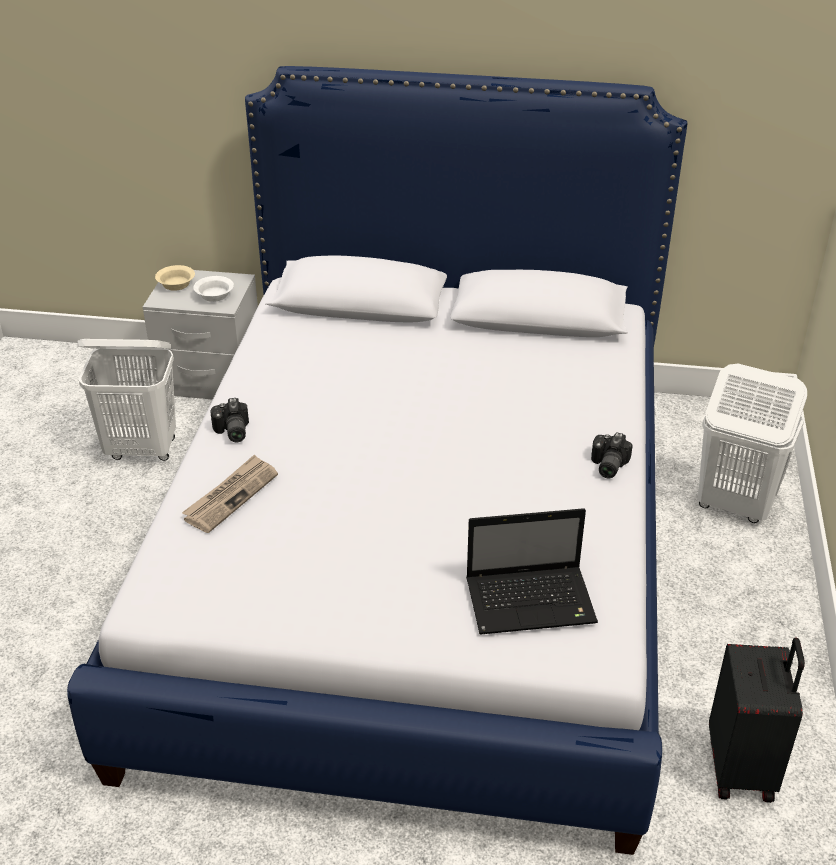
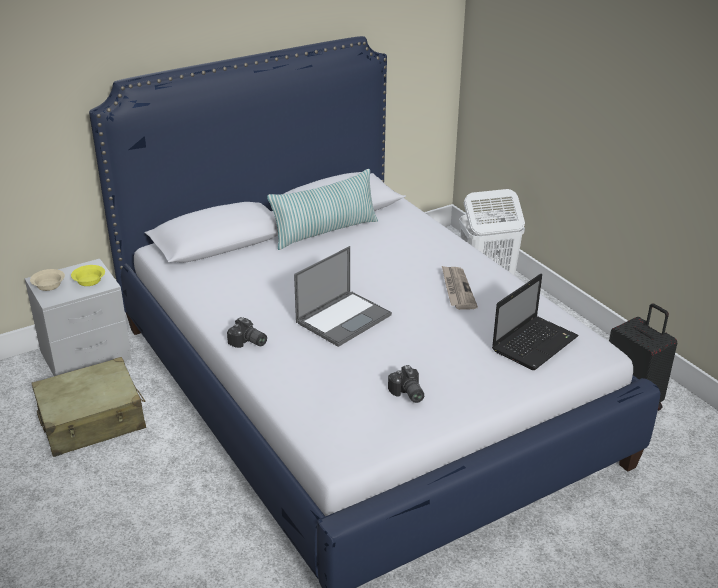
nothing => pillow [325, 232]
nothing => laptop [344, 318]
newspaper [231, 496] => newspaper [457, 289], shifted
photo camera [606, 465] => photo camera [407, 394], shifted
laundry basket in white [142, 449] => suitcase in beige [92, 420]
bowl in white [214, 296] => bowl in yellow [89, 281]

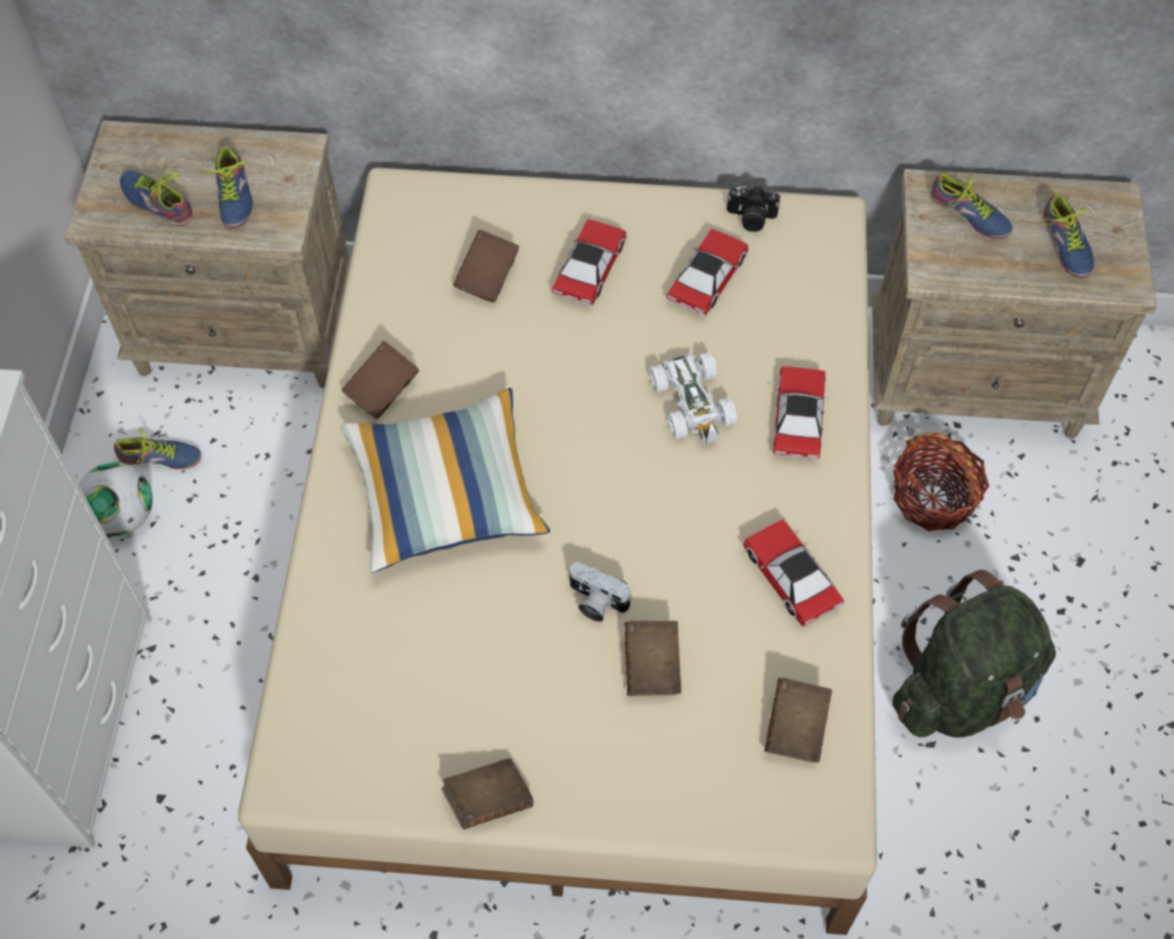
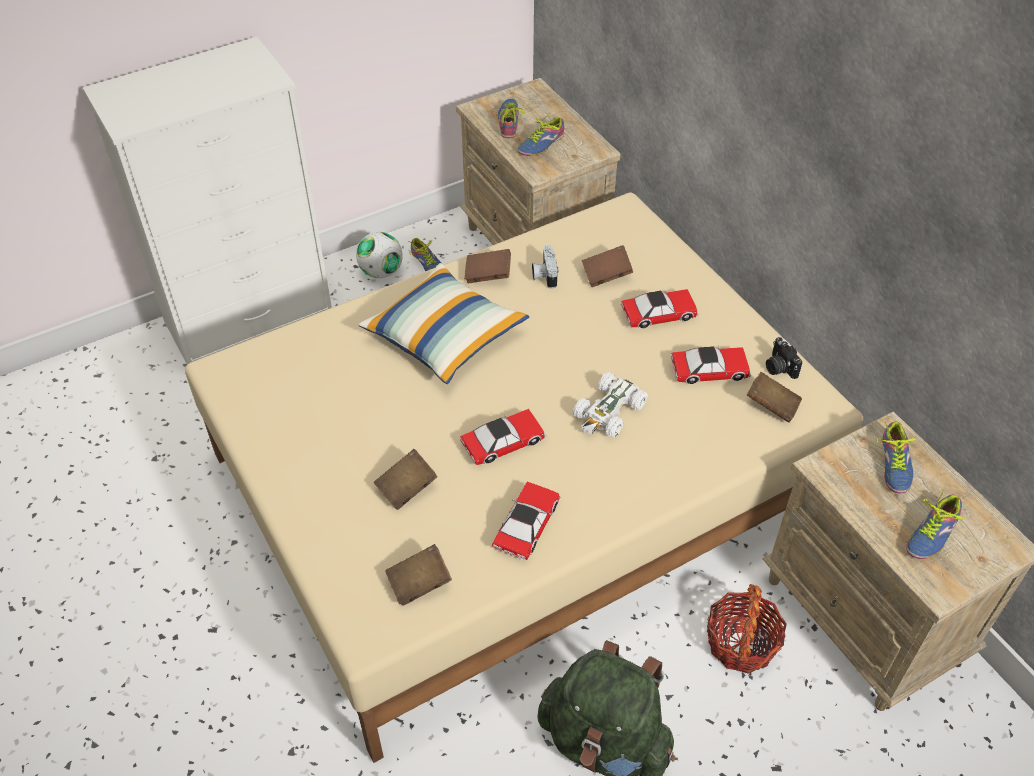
book in brown [488, 801] => book in brown [771, 406], shifted
photo camera [595, 602] => photo camera [544, 275], shifted
toy car [798, 418] => toy car [503, 442], shifted

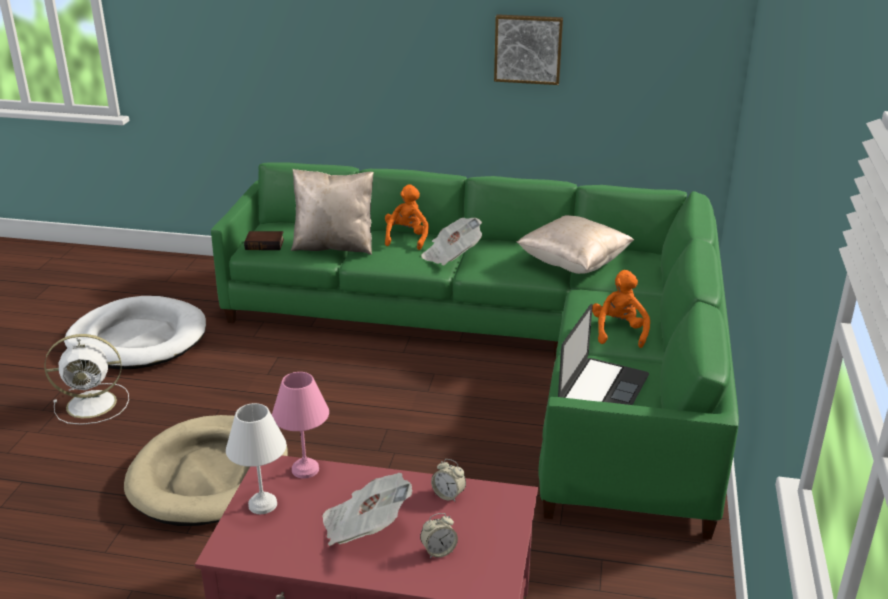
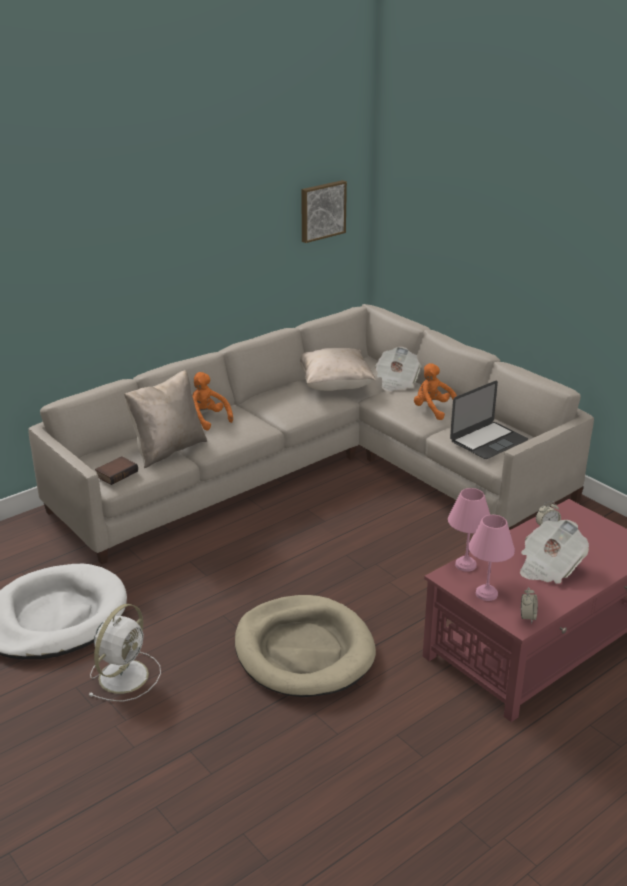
alarm clock [438, 551] => alarm clock [527, 617], shifted
newspaper [451, 255] => newspaper [396, 381], shifted
picture [528, 49] => picture [322, 210], shifted
sofa in green [510, 349] => sofa in beige [320, 470]
table lamp in white [261, 505] => table lamp in pink [486, 594]
laptop [603, 388] => laptop [488, 440], 75 degrees clockwise

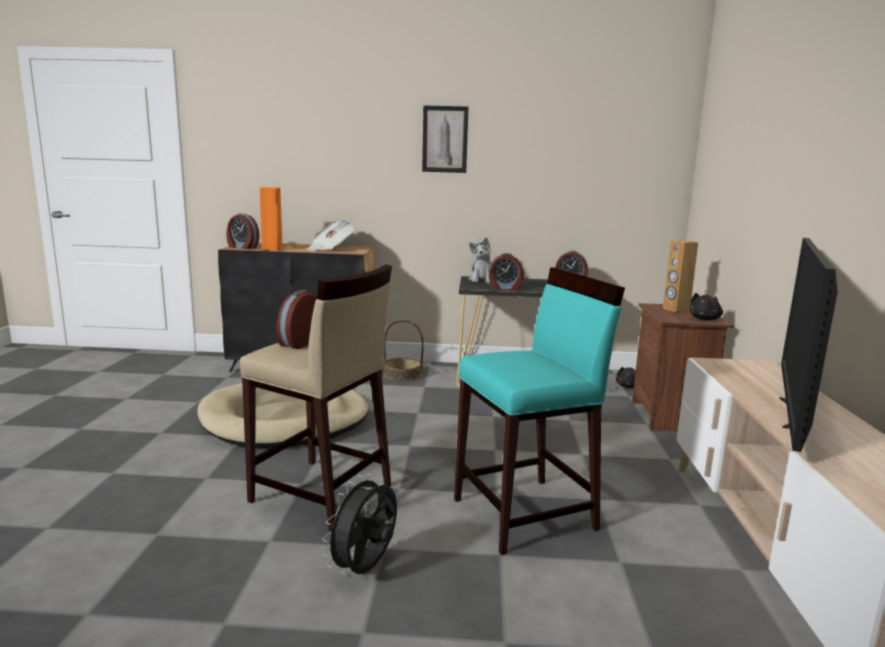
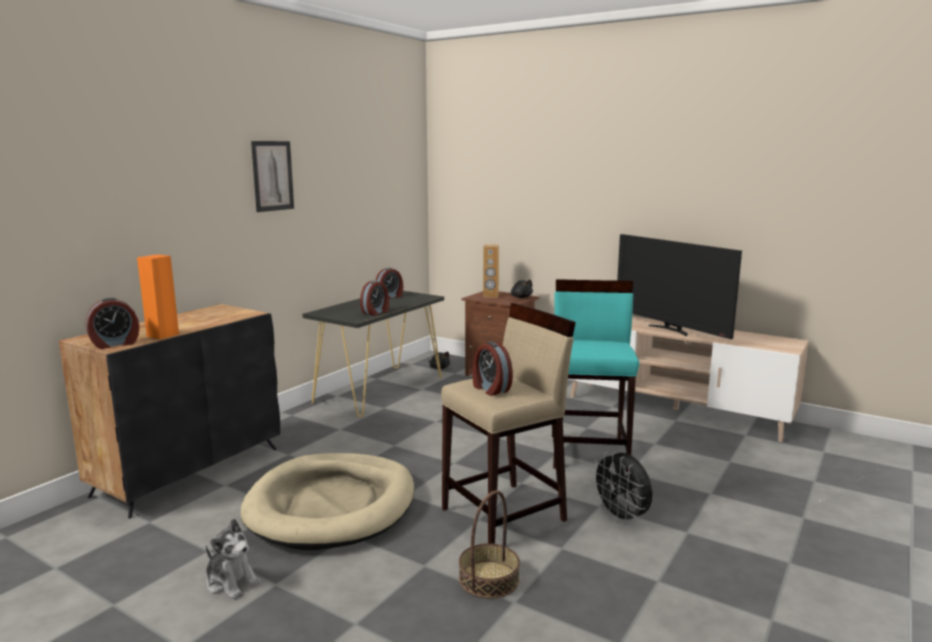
newspaper [330, 249] => nothing
basket [403, 375] => basket [488, 579], shifted
plush toy [482, 280] => plush toy [231, 582], shifted

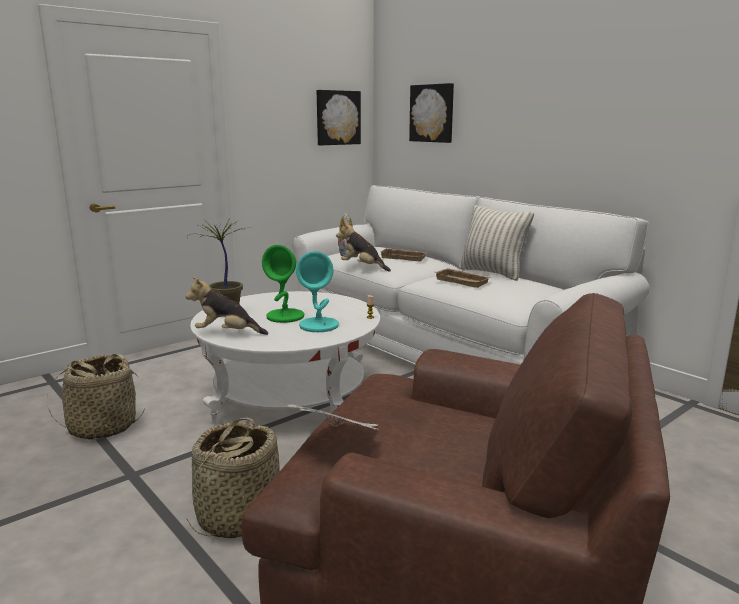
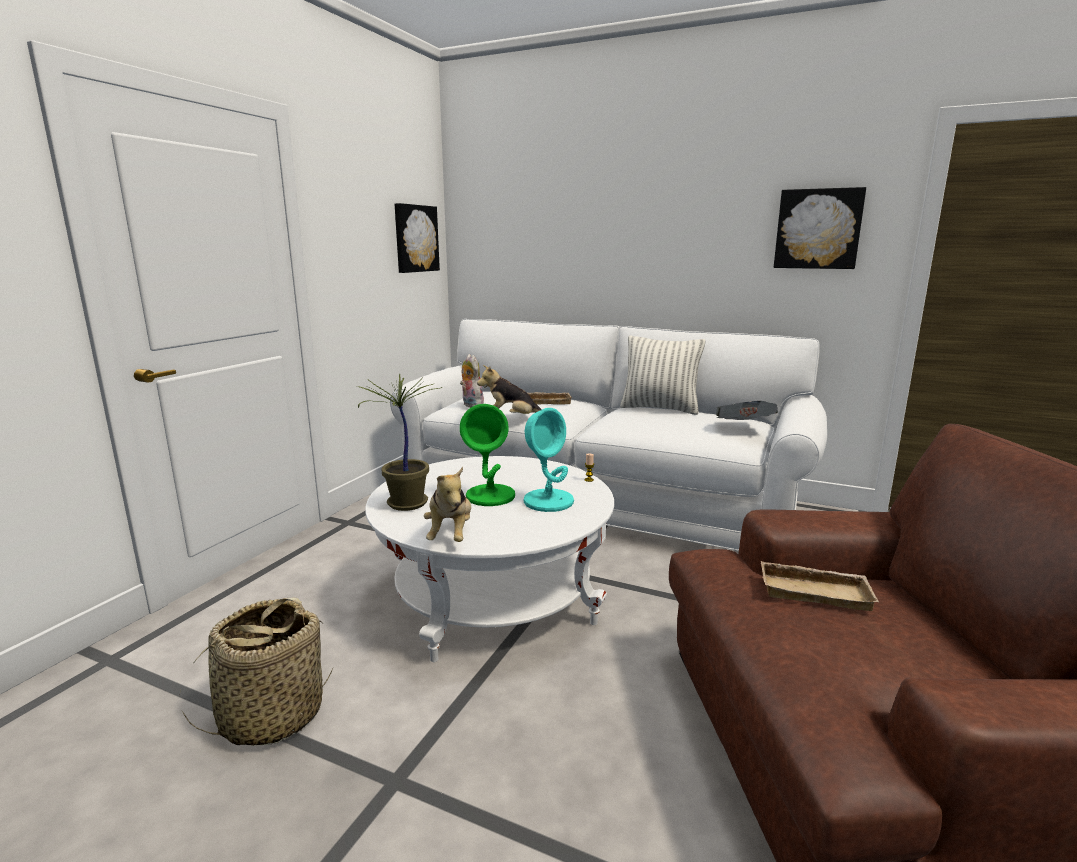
basket [237, 517] => nothing
newspaper [338, 440] => newspaper [744, 427], shifted
picture [432, 113] => picture [818, 229], shifted
tray in beige [463, 281] => tray in beige [815, 591], shifted
plush toy [227, 333] => plush toy [450, 535], 75 degrees counterclockwise

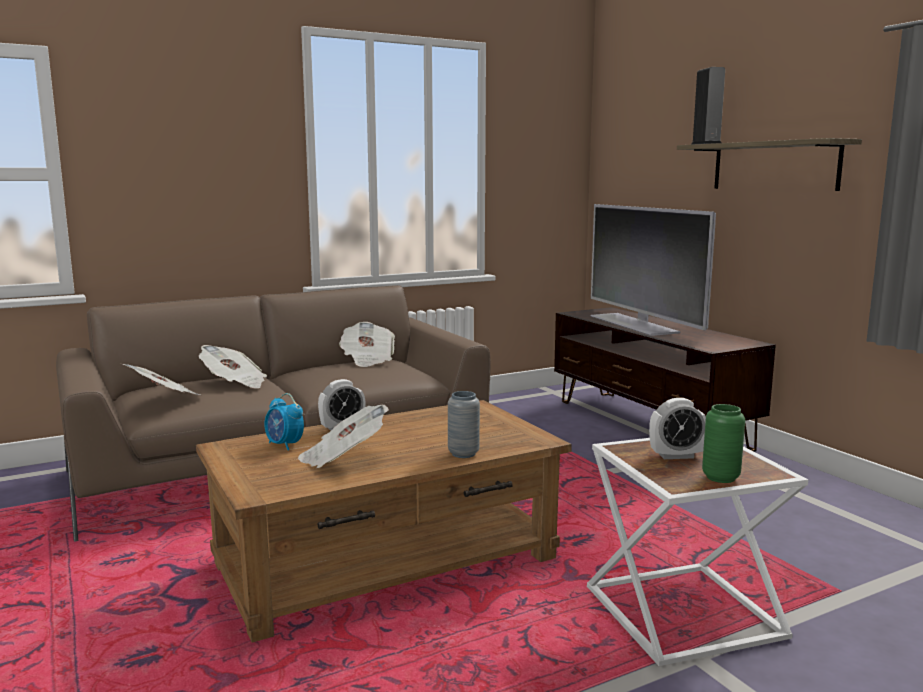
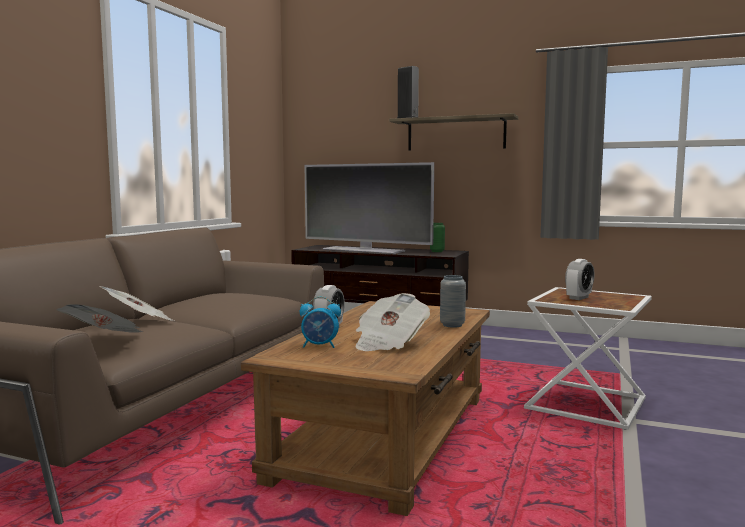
newspaper [367, 360] => nothing
vase in green [720, 477] => vase in green [437, 251], shifted

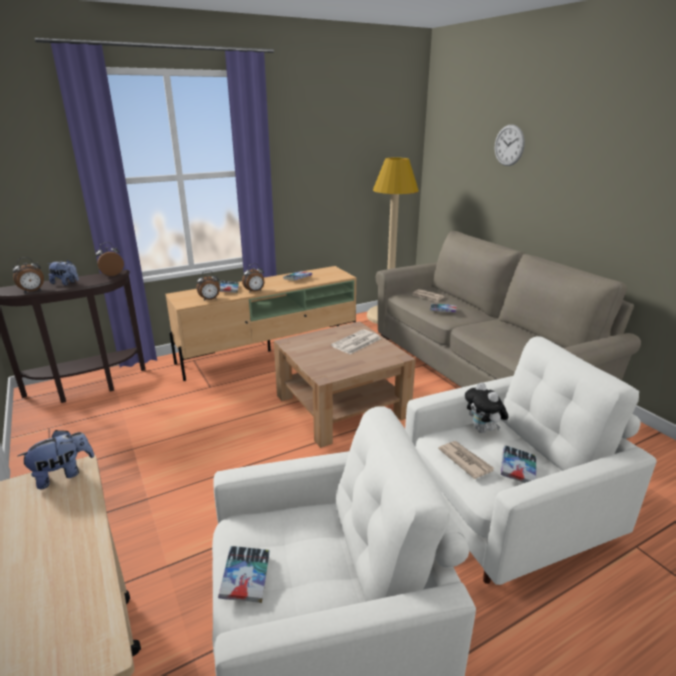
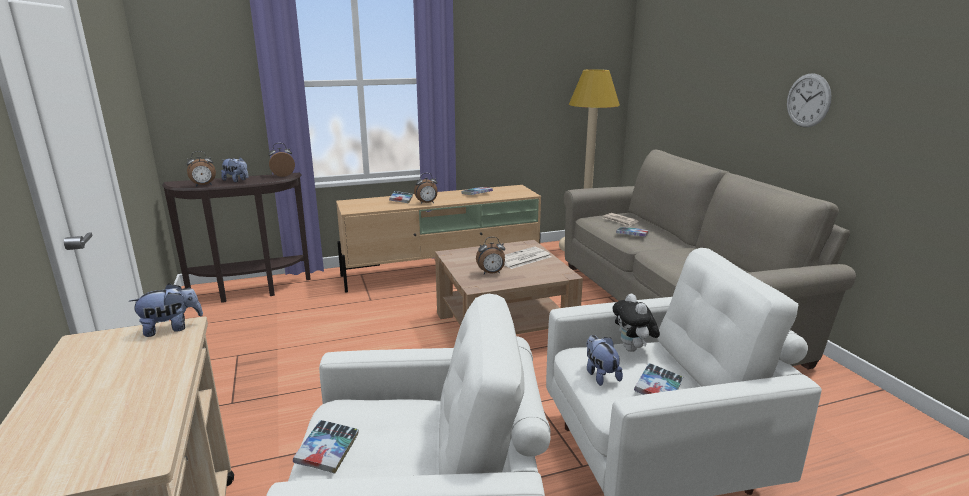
alarm clock [210, 300] => alarm clock [491, 273], shifted
wall clock [509, 145] => wall clock [808, 100], shifted
newspaper [465, 460] => plush toy [600, 375]

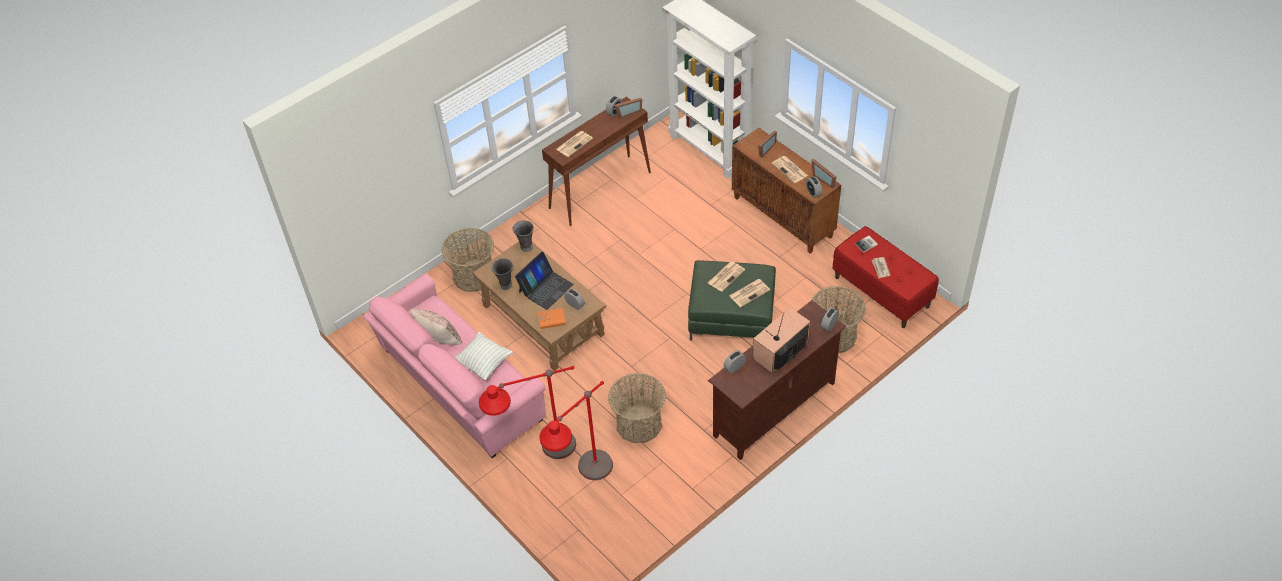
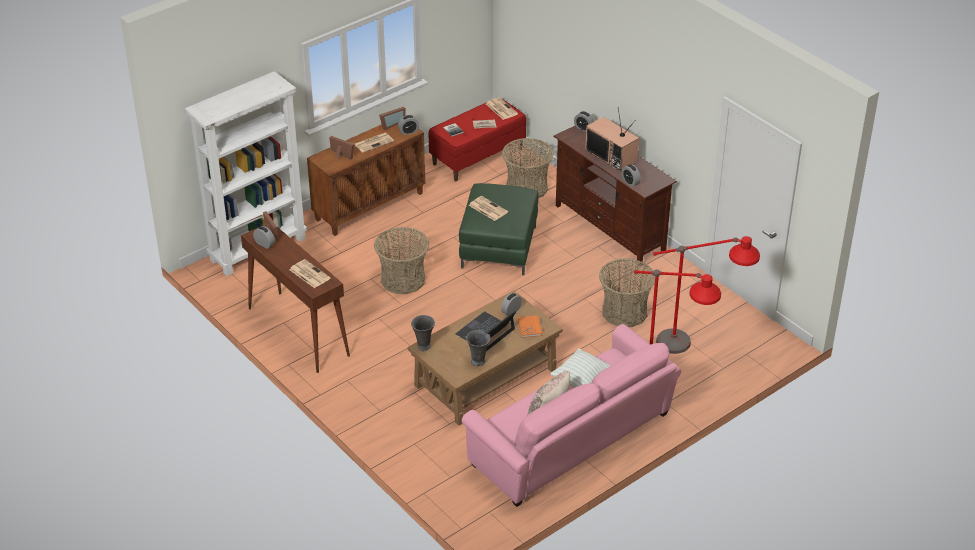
basket [473, 275] => basket [403, 279], shifted
newspaper [749, 292] => newspaper [501, 109], shifted
laptop [545, 288] => laptop [486, 332], 90 degrees counterclockwise

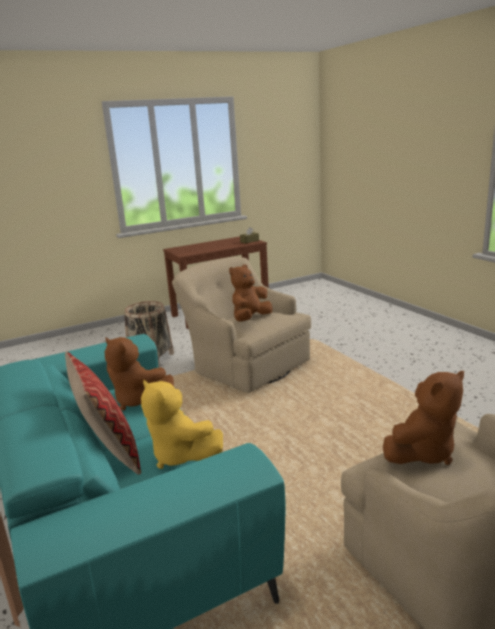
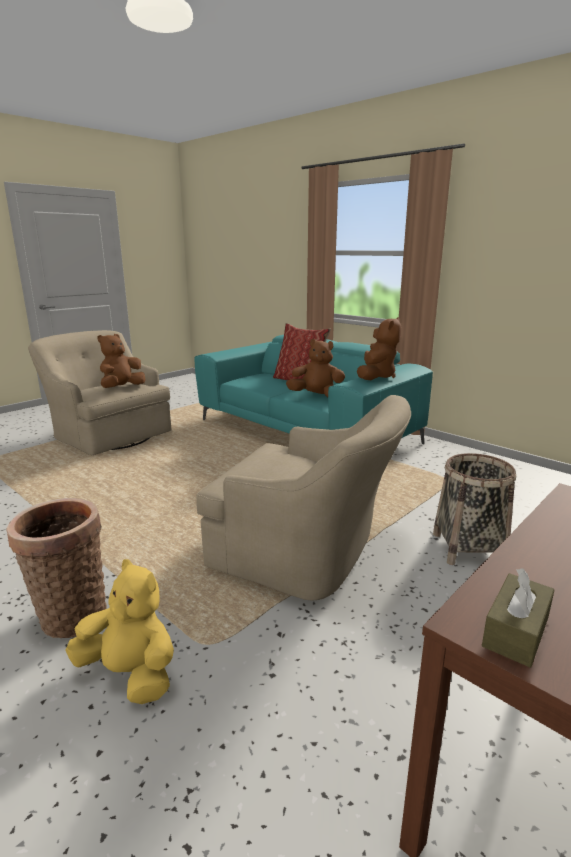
nothing => basket [70, 614]
plush toy in yellow [180, 455] => plush toy in yellow [130, 673], shifted
plush toy in brown [250, 318] => plush toy in brown [376, 376], shifted

